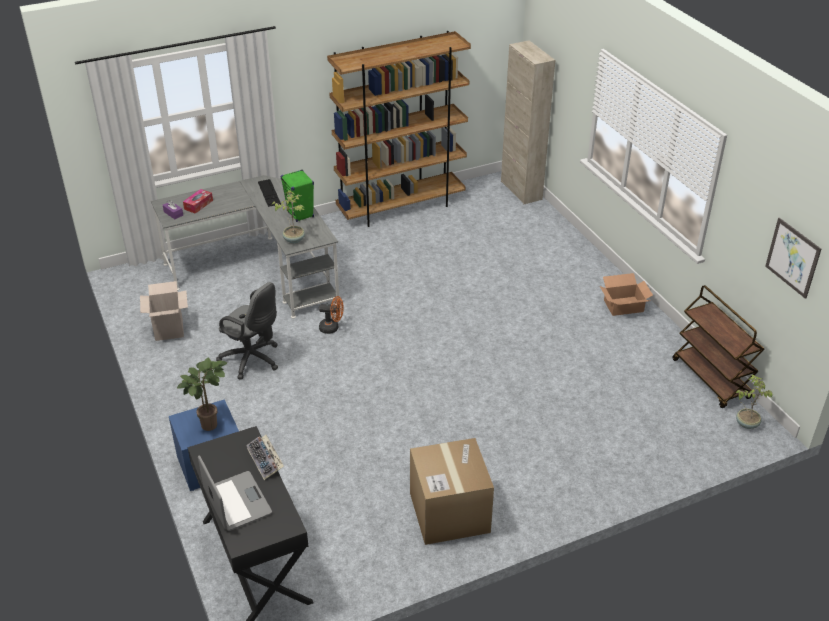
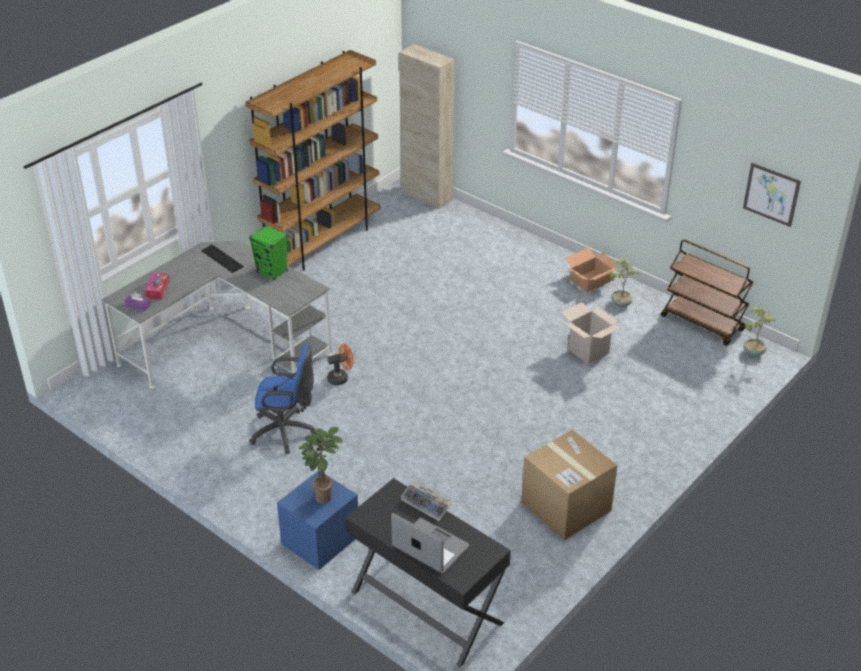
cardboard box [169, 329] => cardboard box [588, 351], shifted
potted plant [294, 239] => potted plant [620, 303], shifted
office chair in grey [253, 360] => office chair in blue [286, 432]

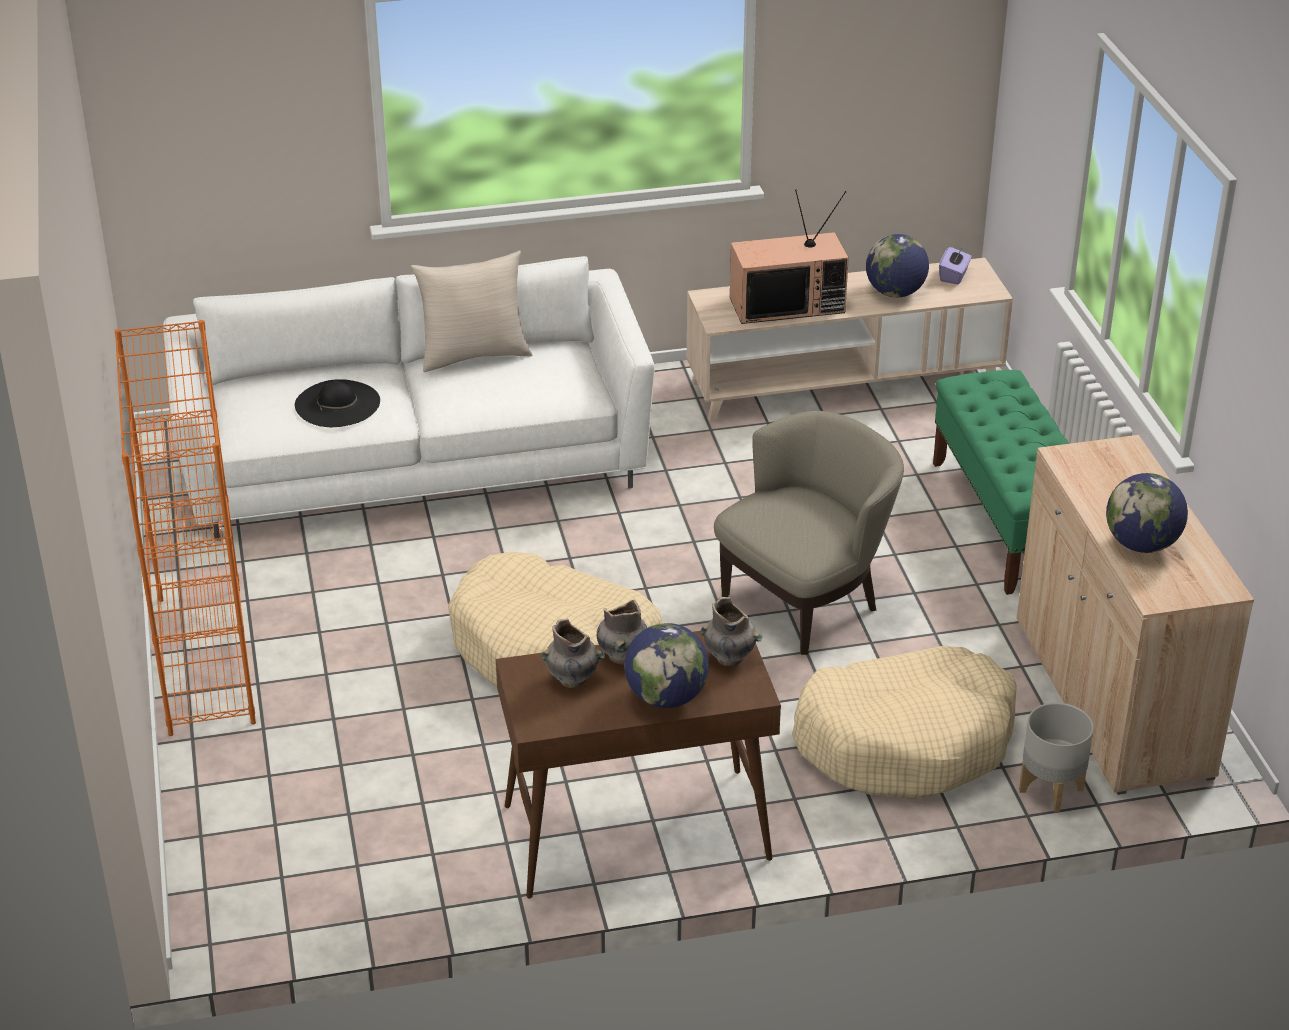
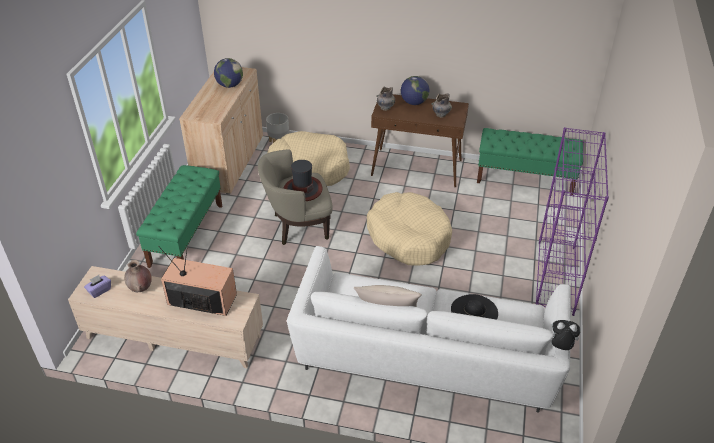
vase in grey [622, 655] => nothing
nothing => hat [302, 189]
nothing => bench in green [525, 179]
nothing => plush toy [560, 347]
globe [895, 293] => vase in brown [141, 289]
bookcase in orange [204, 658] => bookcase in purple [555, 278]

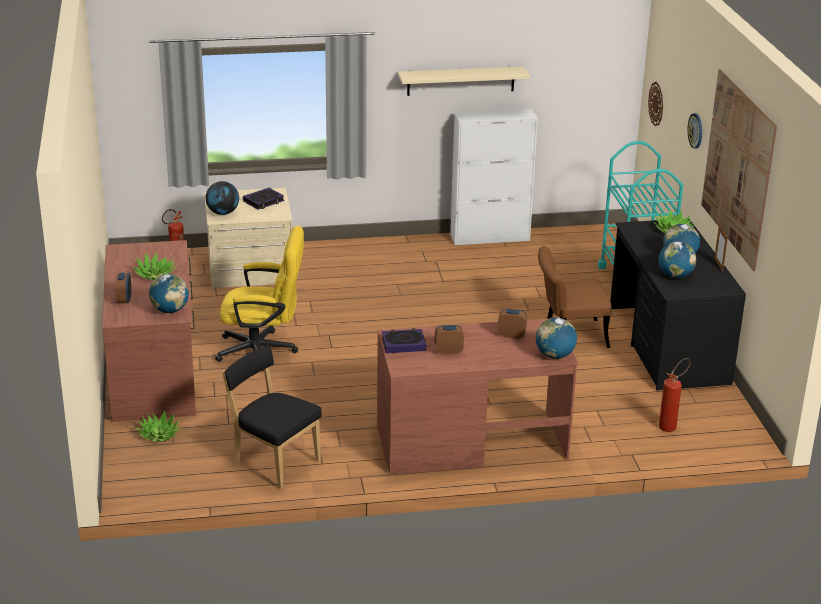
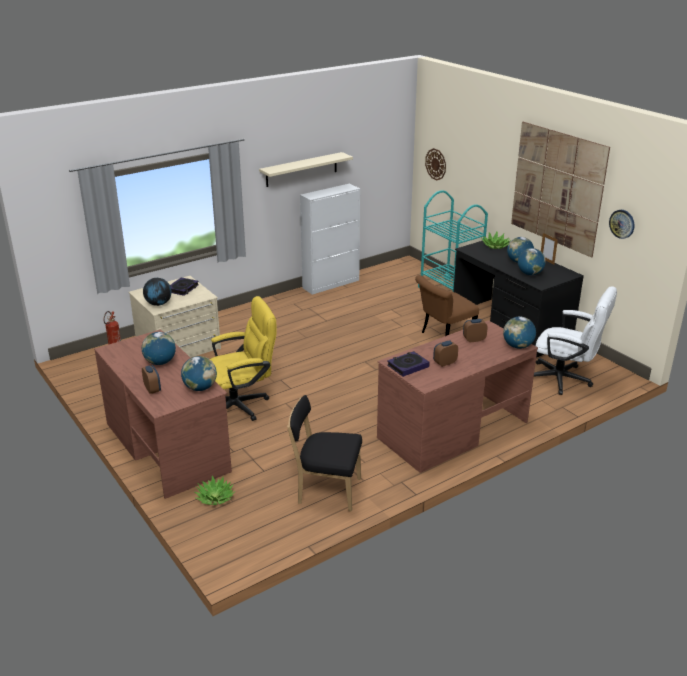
wall clock [696, 130] => wall clock [622, 223], shifted
potted plant [155, 275] => globe [160, 362]
fire extinguisher [670, 426] => office chair in white [565, 380]

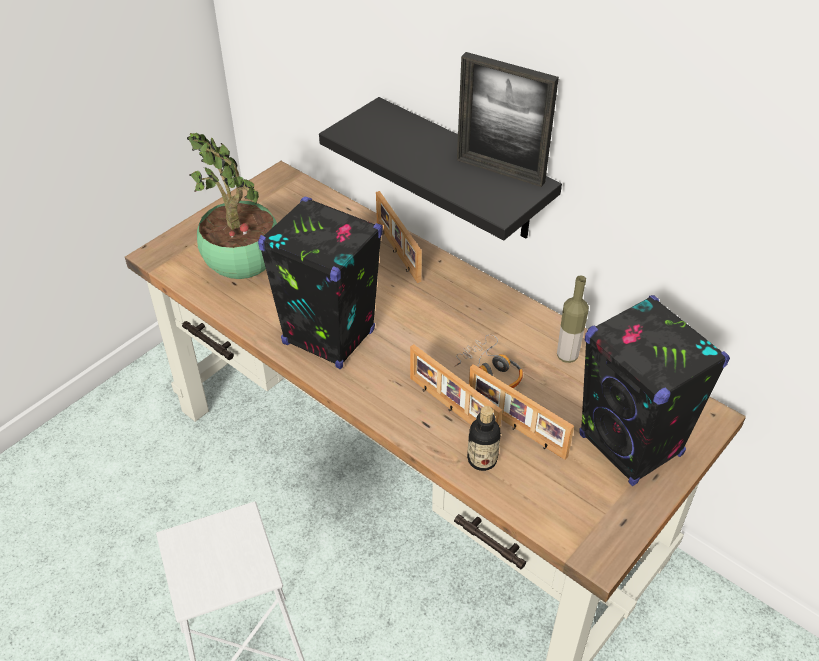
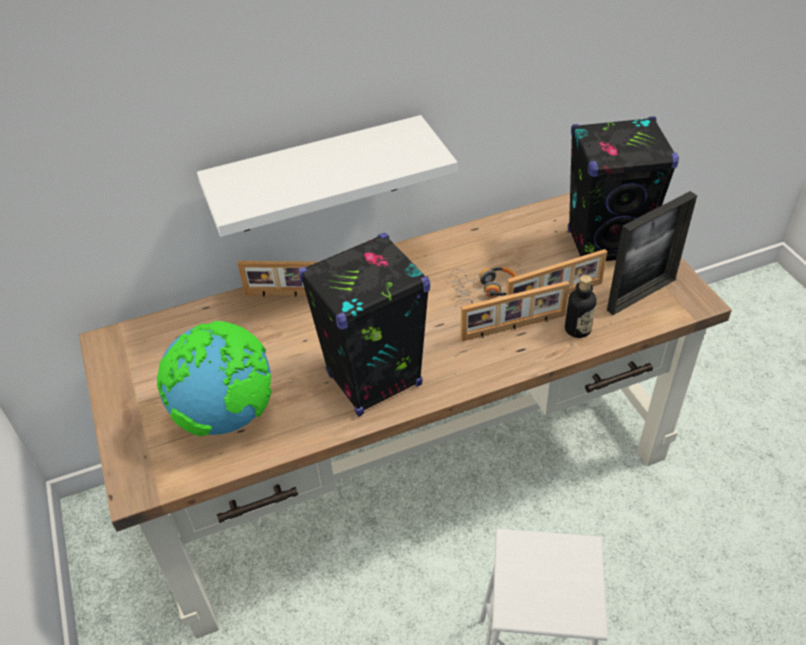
bottle [567, 356] => nothing
picture frame [500, 171] => picture frame [641, 295], shifted
potted plant [245, 269] => globe [227, 415]
shelf in black [463, 171] => shelf in white [317, 176]

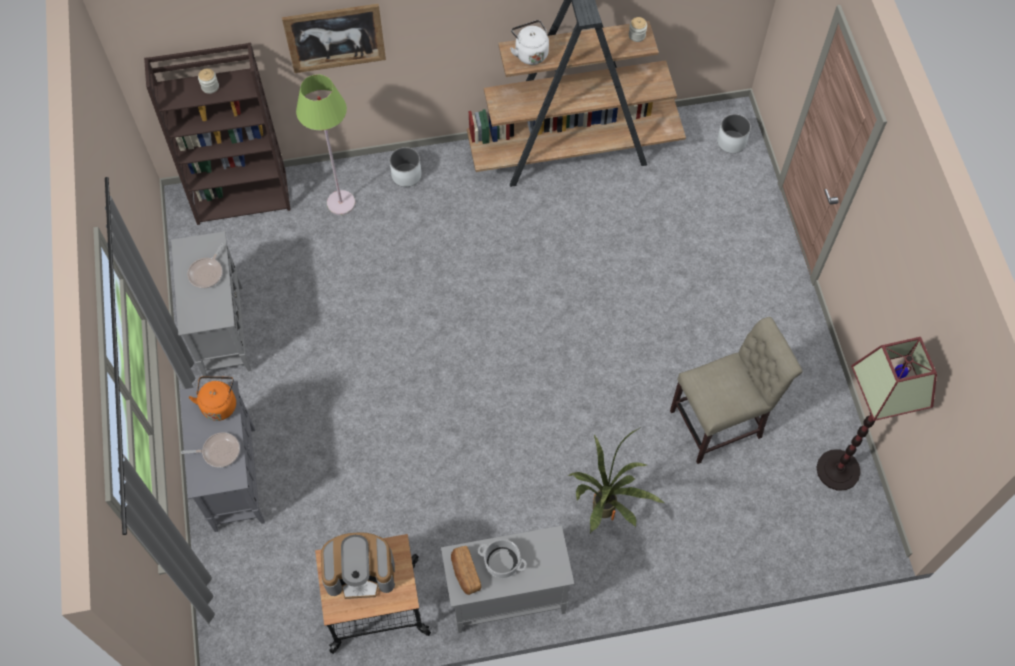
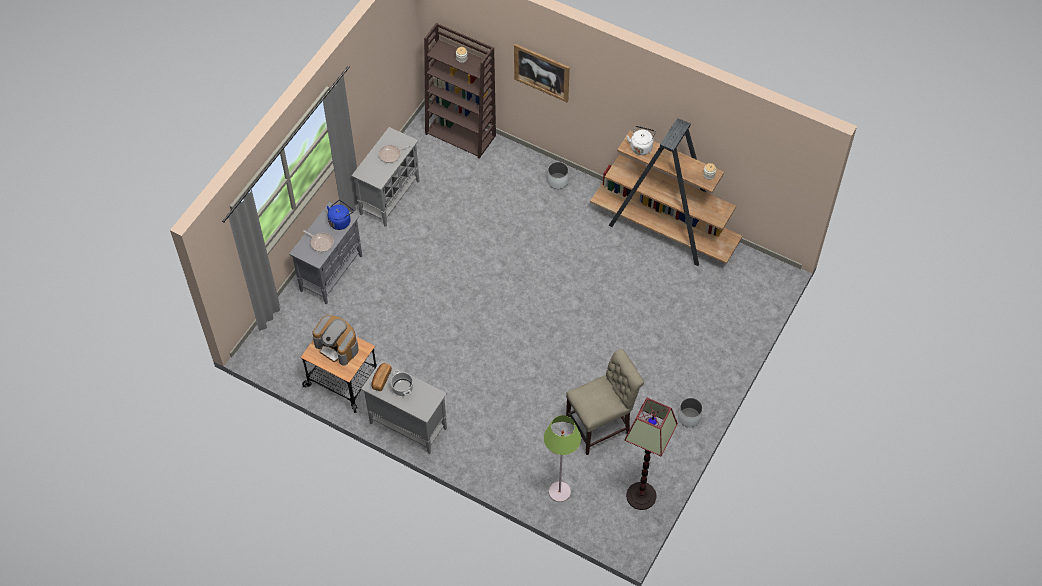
potted plant [601, 518] => nothing
floor lamp in green [341, 203] => floor lamp in green [559, 492], shifted
planter in white [731, 142] => planter in white [689, 417], shifted
kettle in orange [219, 404] => kettle in blue [340, 221]
chair in beige [721, 423] => chair in beige [601, 426], 45 degrees counterclockwise

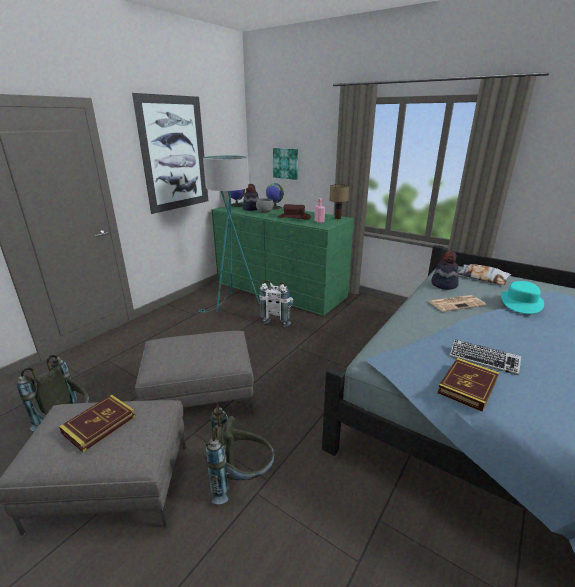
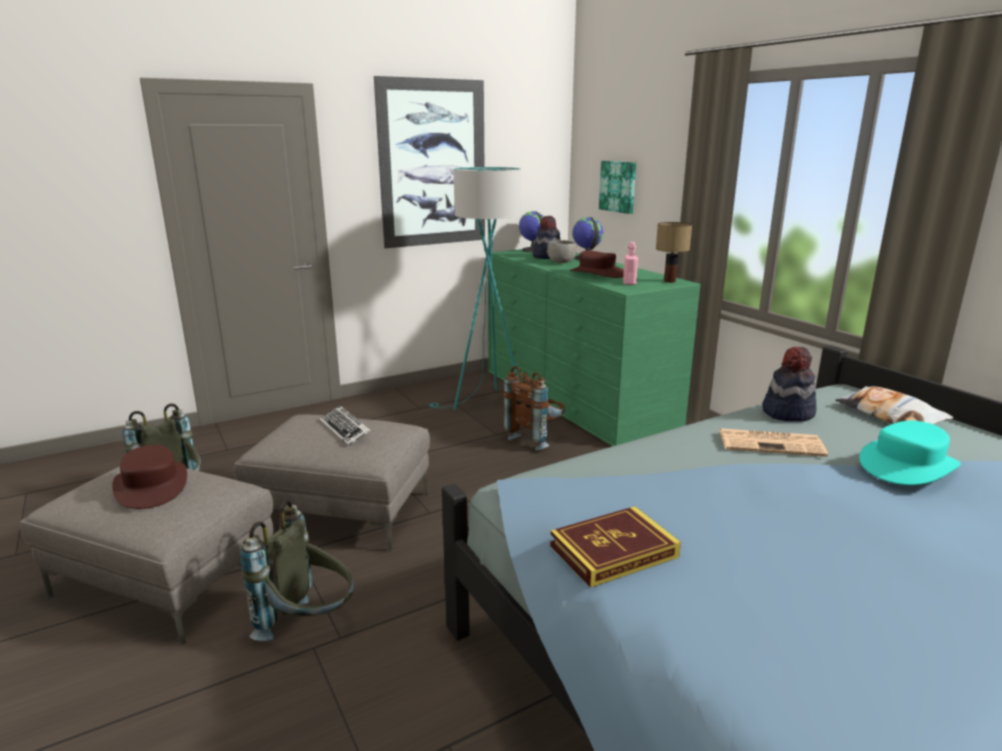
keyboard [483, 360] => keyboard [345, 429], shifted
book [99, 424] => hat in brown [152, 485]
backpack in white [278, 319] => backpack in brown [536, 438]

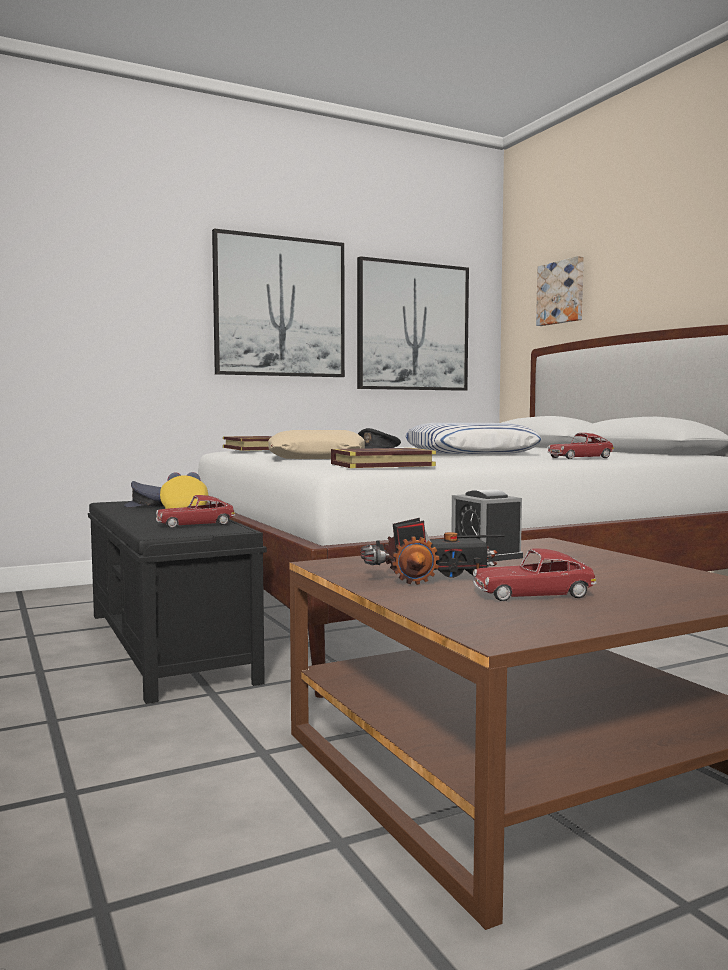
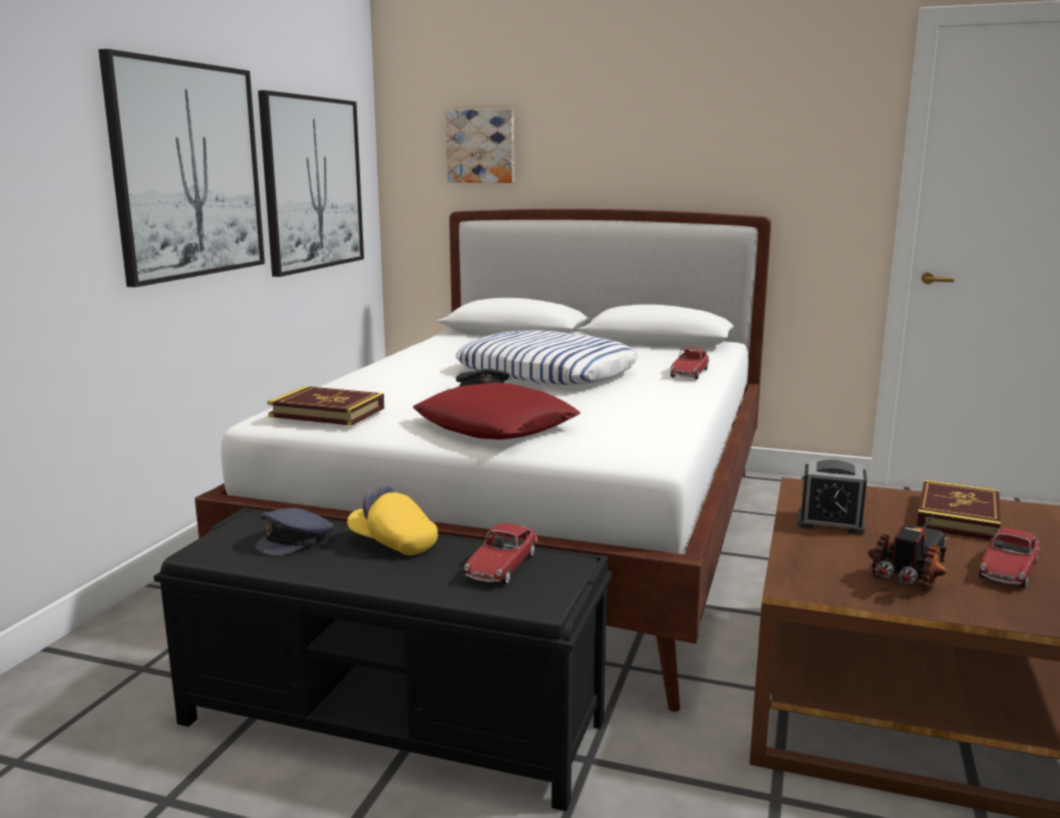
book [382, 465] => book [957, 516], shifted
pillow in beige [317, 457] => pillow in red [495, 426]

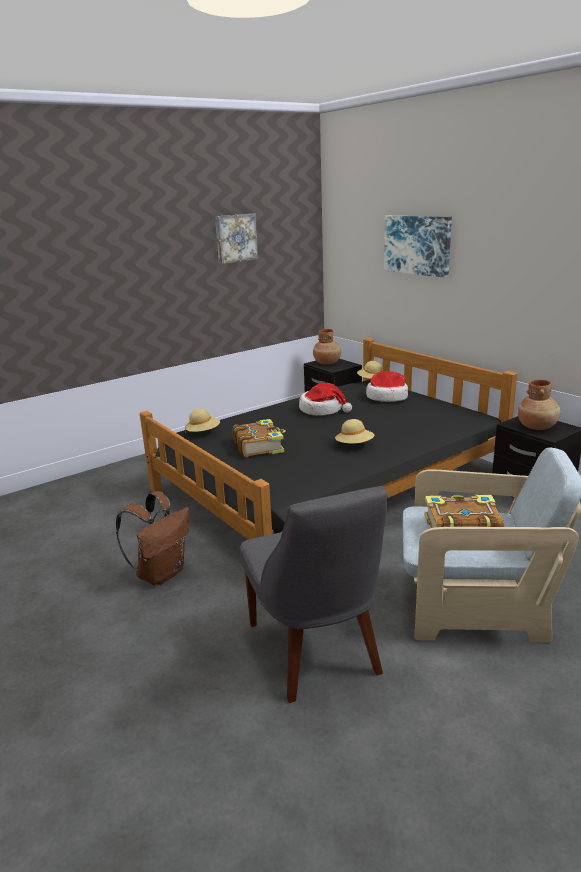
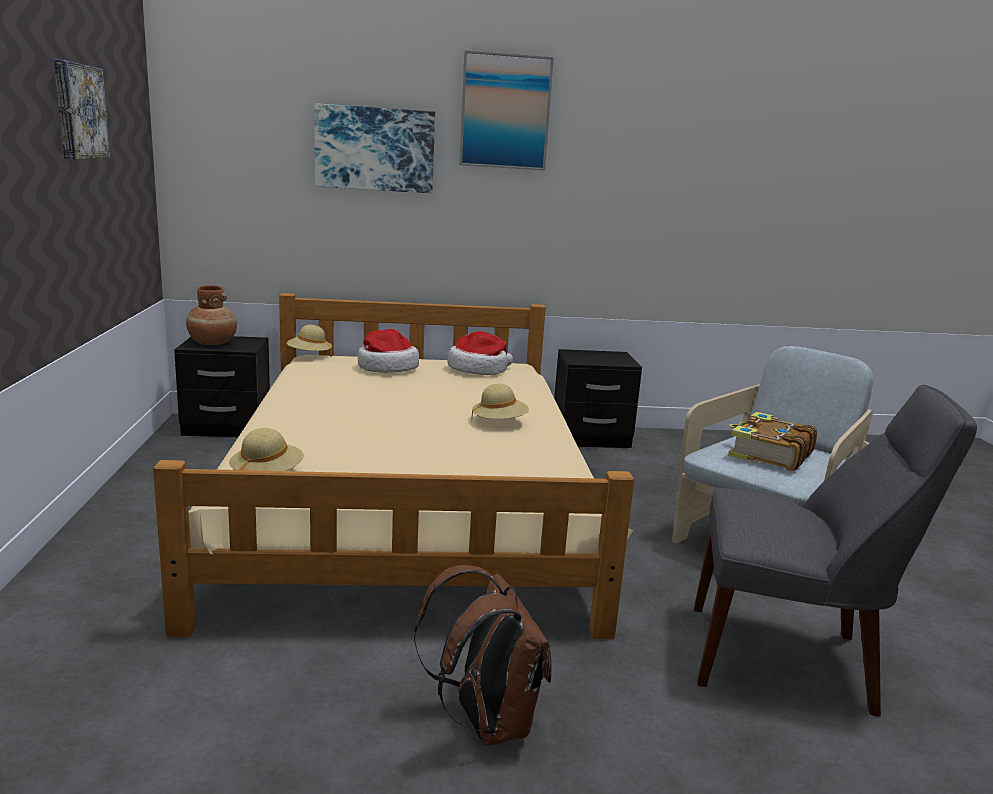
book [259, 446] => nothing
vase in brown [537, 427] => nothing
nothing => picture [505, 112]
hat [322, 410] => hat [479, 369], shifted
bed in black [329, 480] => bed in beige [407, 501]

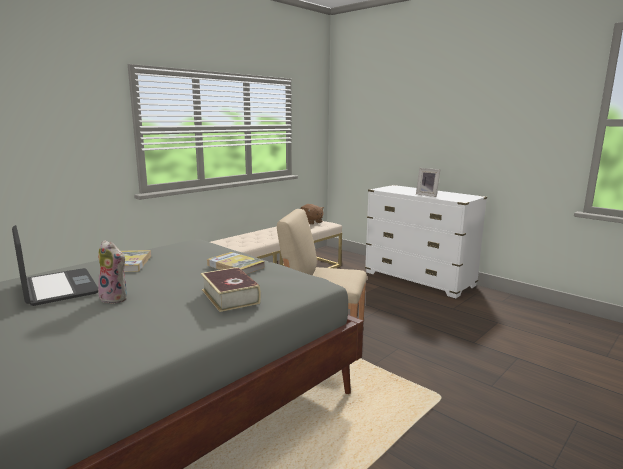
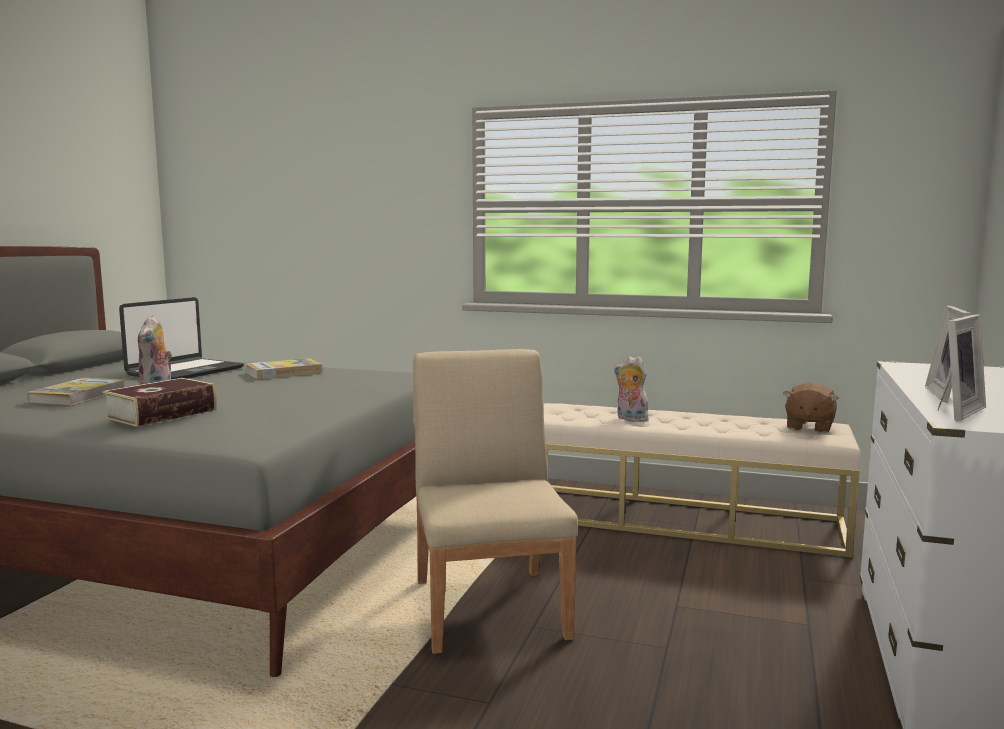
nothing => plush toy [630, 419]
nothing => picture frame [953, 412]
book [235, 266] => book [78, 395], shifted

